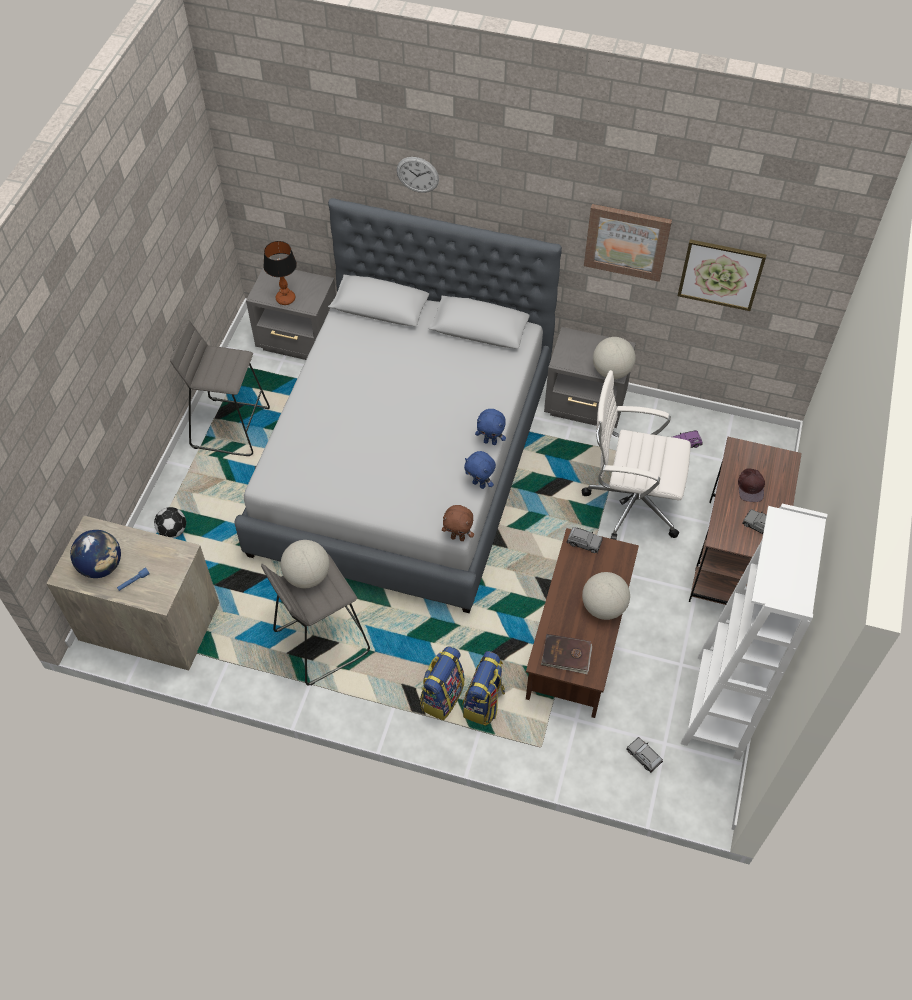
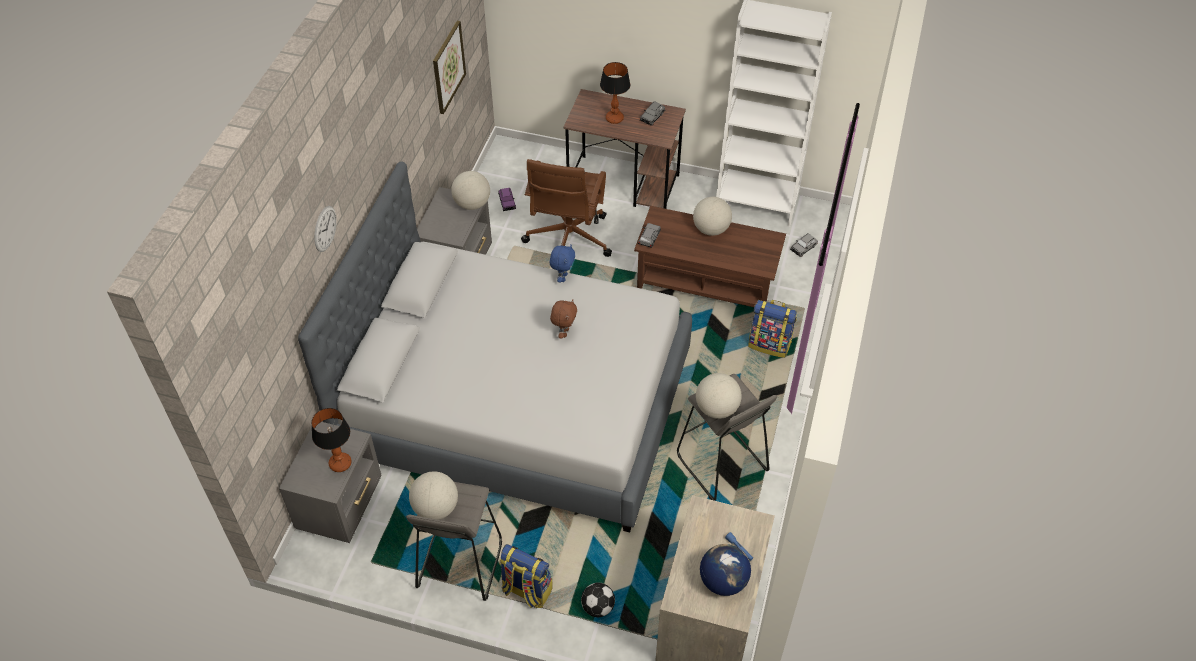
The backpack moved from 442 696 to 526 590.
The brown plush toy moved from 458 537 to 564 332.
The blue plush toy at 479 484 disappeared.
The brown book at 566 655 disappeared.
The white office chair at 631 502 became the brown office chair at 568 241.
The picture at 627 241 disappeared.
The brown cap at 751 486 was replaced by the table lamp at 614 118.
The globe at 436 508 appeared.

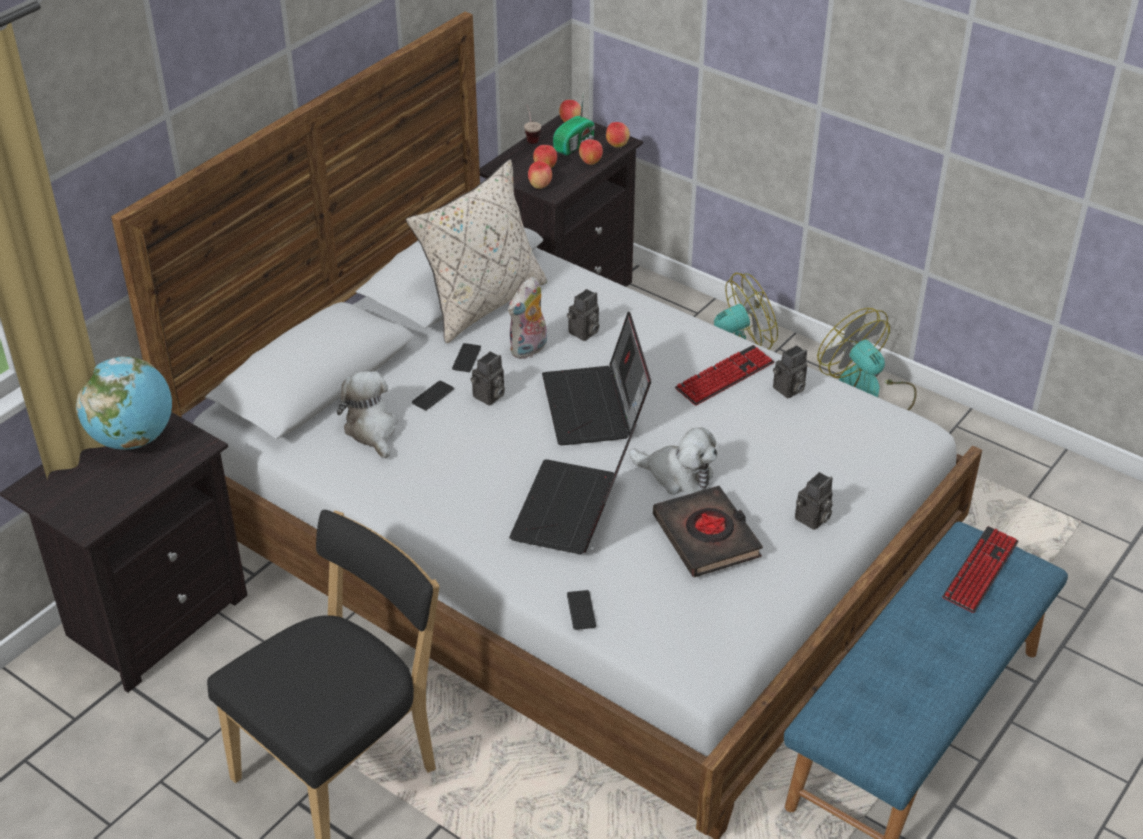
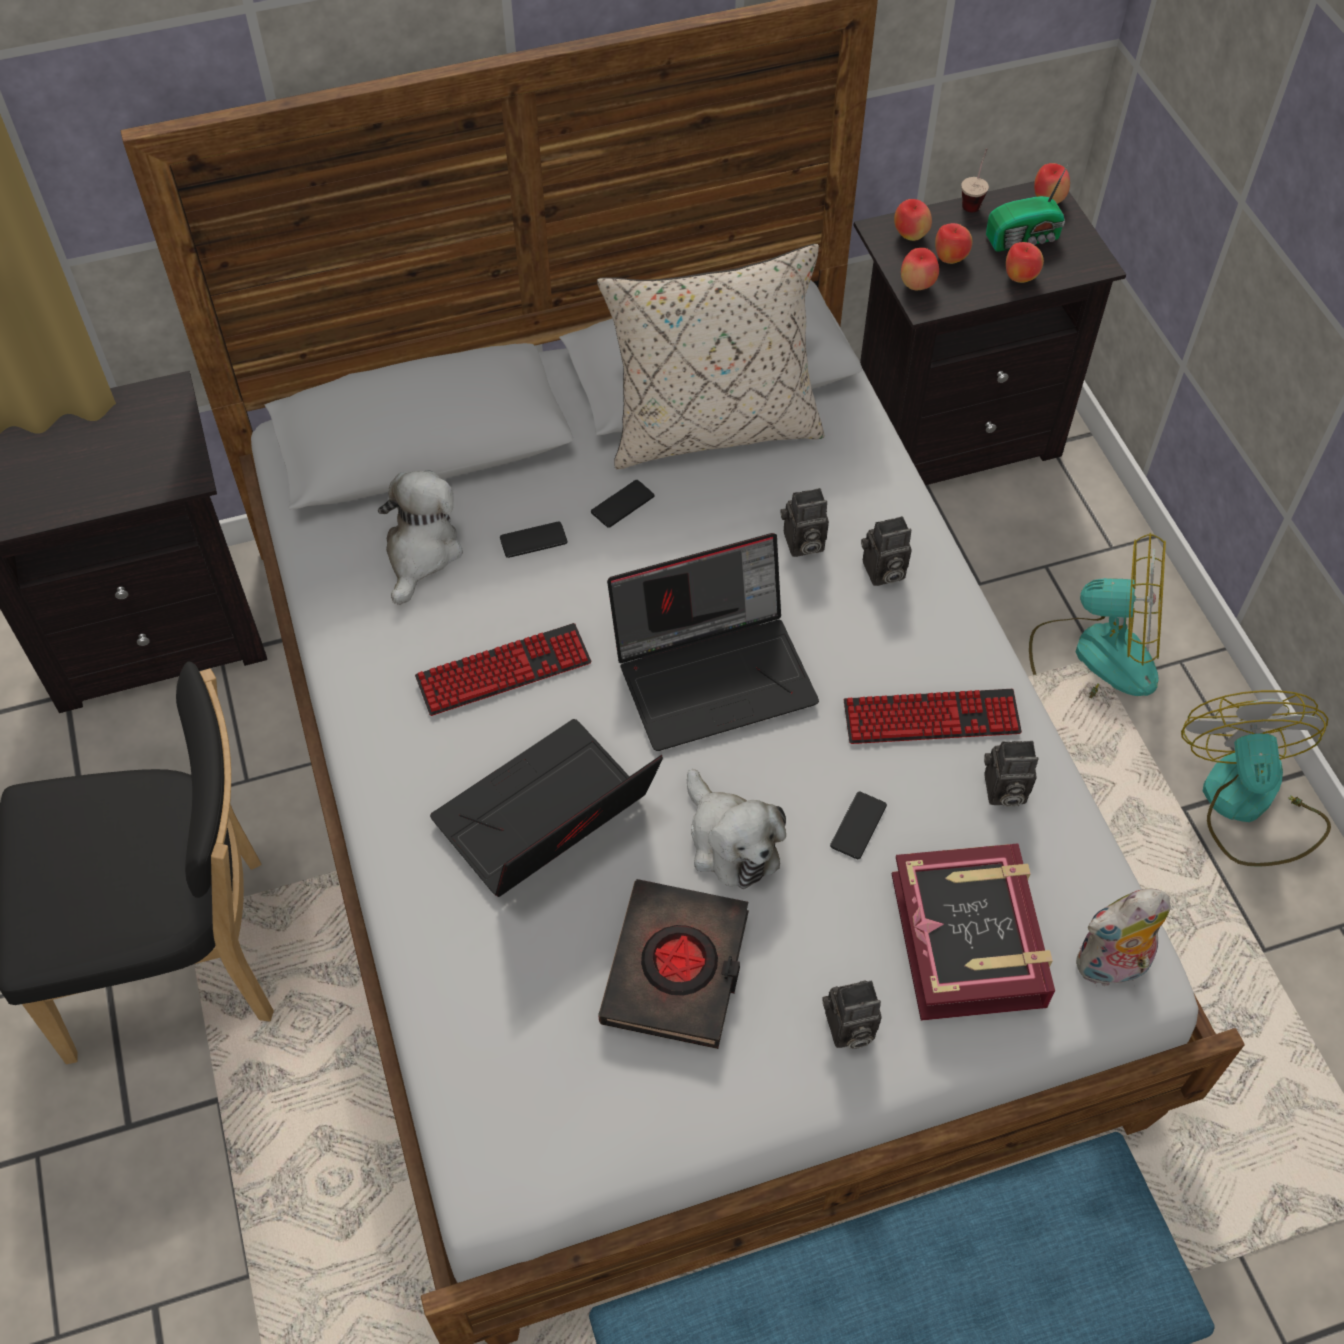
The globe at 133 438 disappeared.
The photo camera moved from 489 397 to 882 573.
The plush toy moved from 529 350 to 1111 967.
The laptop at 596 407 turned 135 degrees counterclockwise.
The phone moved from 581 610 to 858 826.
The apple moved from 617 145 to 910 235.
The keyboard moved from 980 570 to 504 671.
The book at 969 939 appeared.

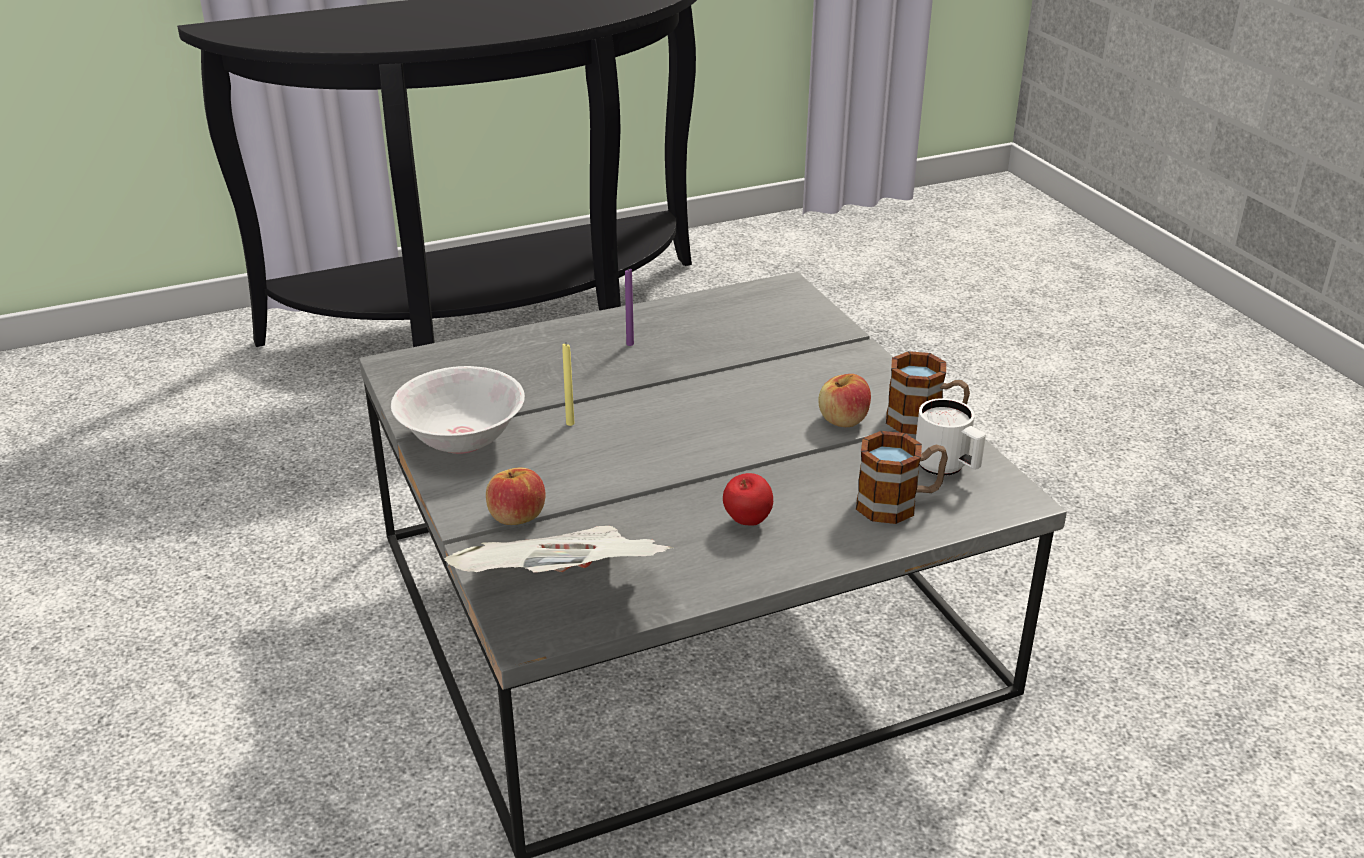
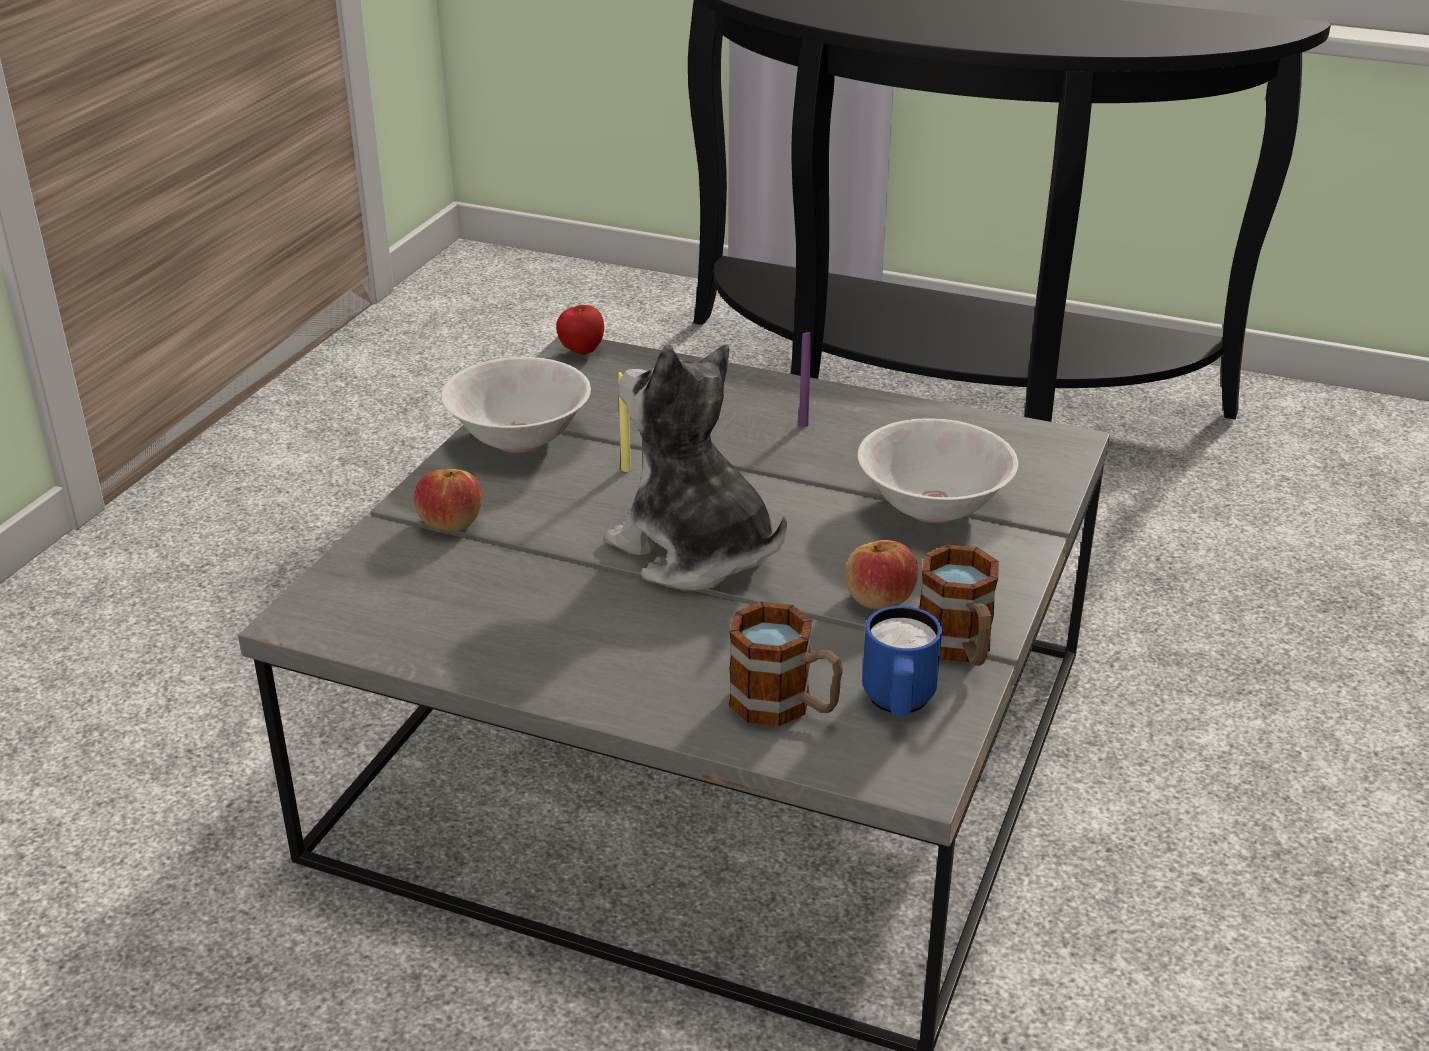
The newspaper at 566 596 disappeared.
The apple moved from 746 522 to 581 352.
The white mug at 947 469 became the blue mug at 898 705.
The plush toy at 694 552 appeared.
The white bowl at 932 507 appeared.

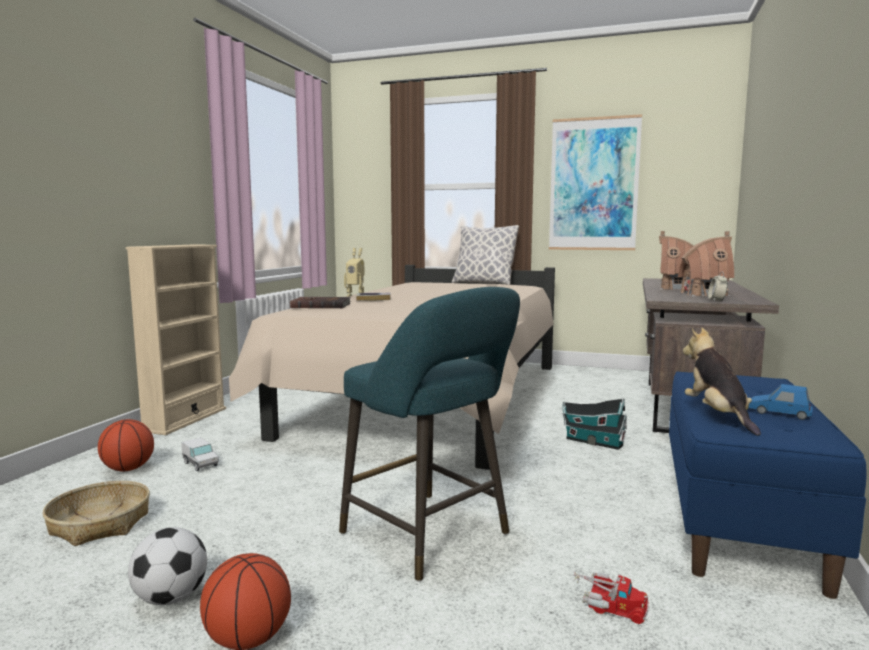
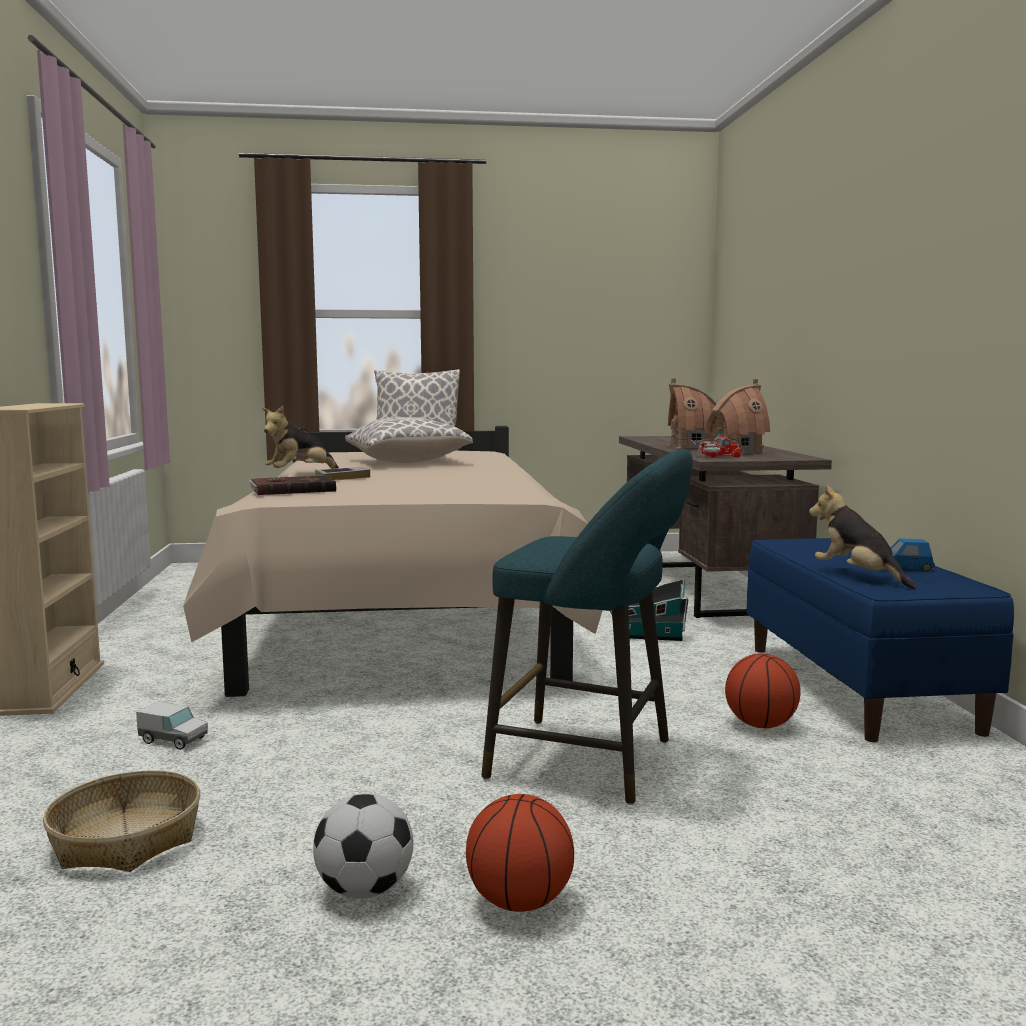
The basketball moved from 128 469 to 761 725.
The toy robot at 356 295 was replaced by the plush toy at 299 474.
The picture at 593 184 disappeared.
The toy truck moved from 608 605 to 714 456.
The alarm clock at 716 301 disappeared.
The pillow at 407 462 appeared.

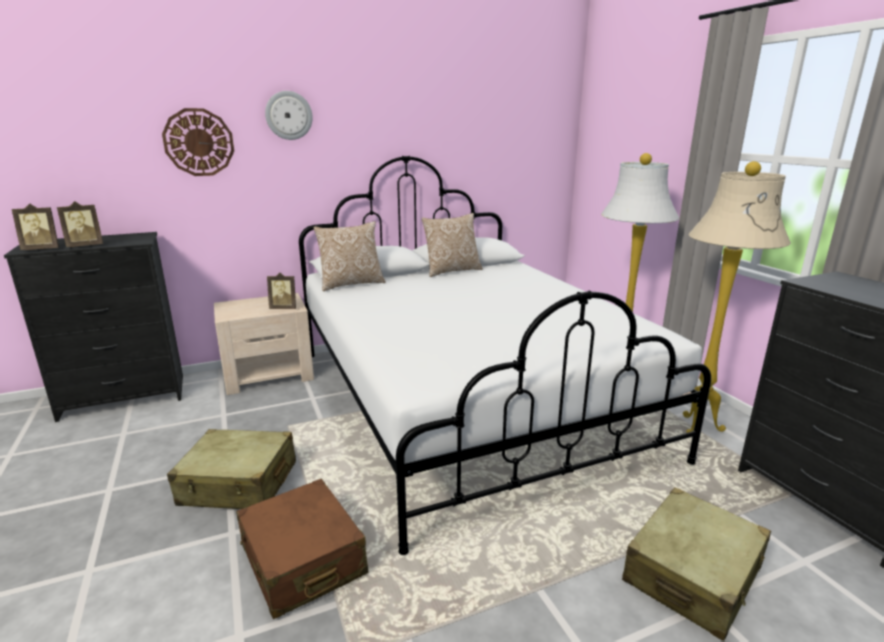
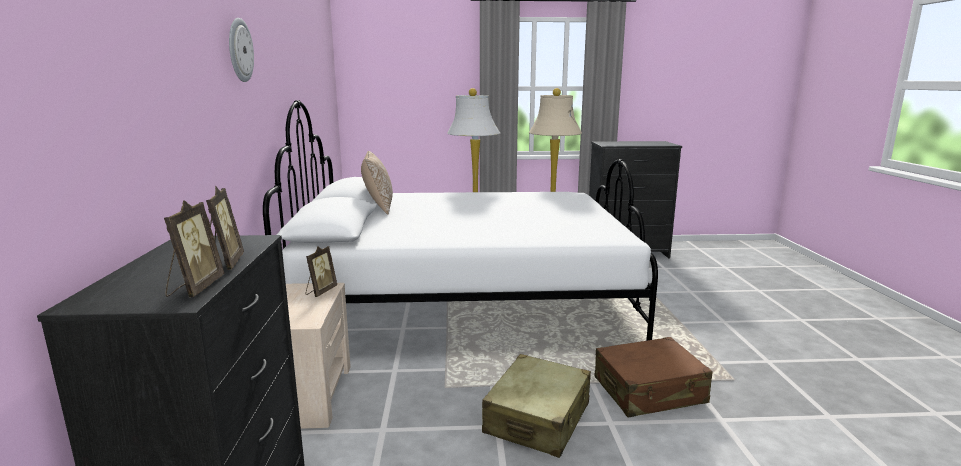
The wall clock at 199 142 disappeared.
The pillow at 351 284 disappeared.
The beige suitcase at 692 574 disappeared.

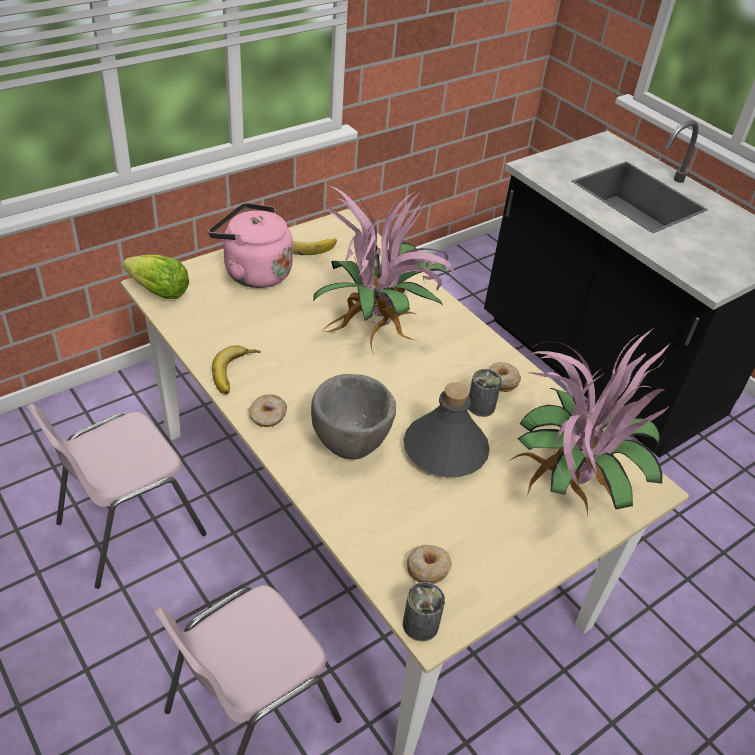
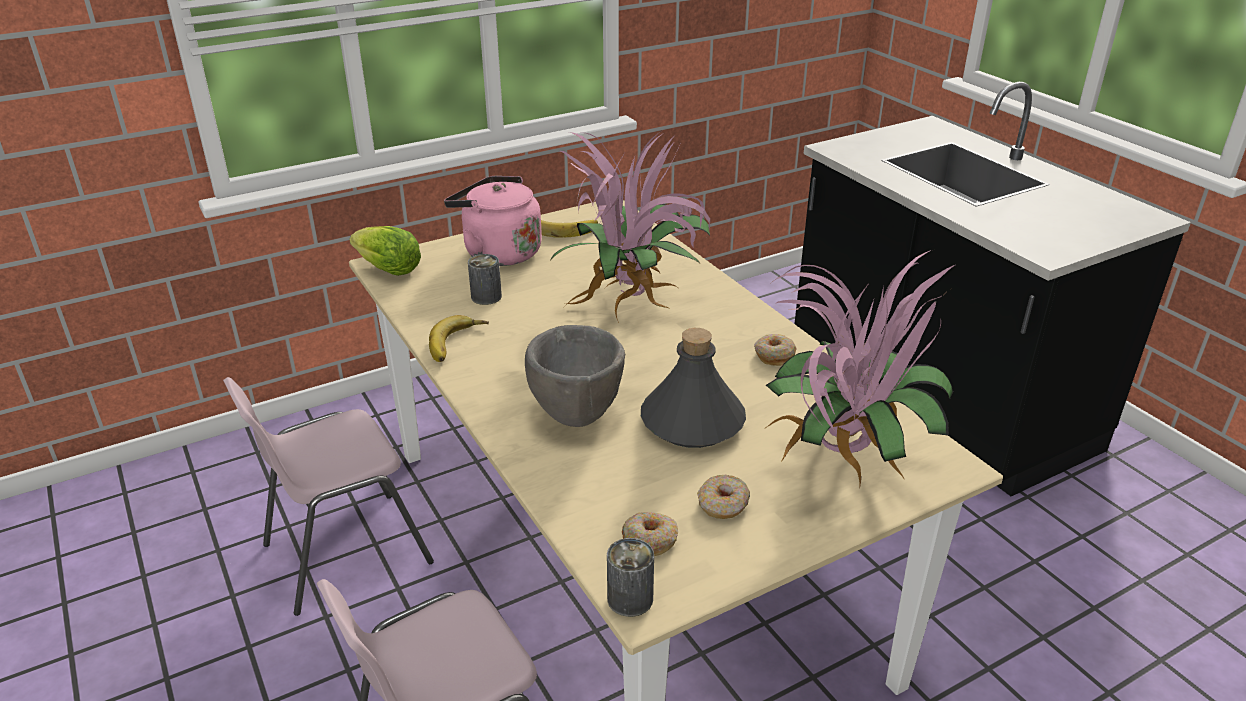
The donut moved from 268 416 to 723 505.
The can moved from 480 406 to 486 297.

